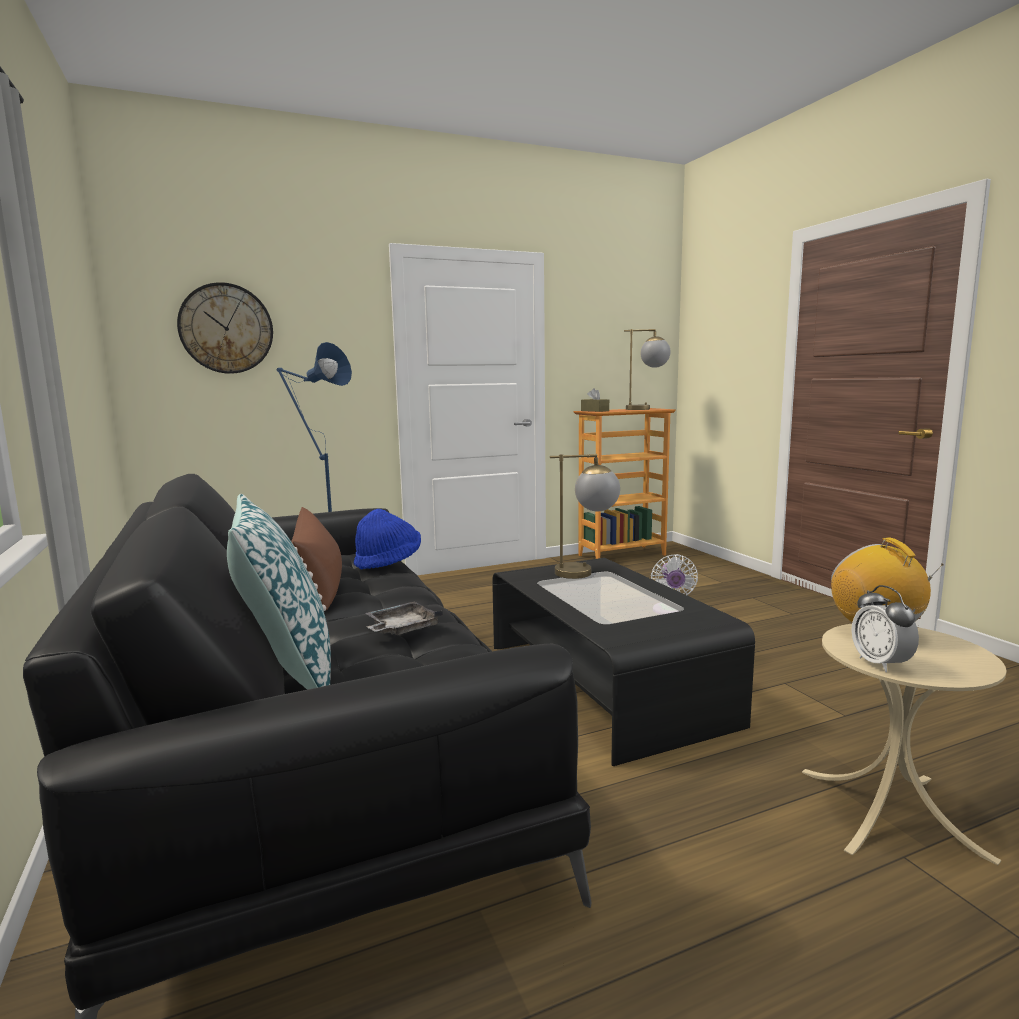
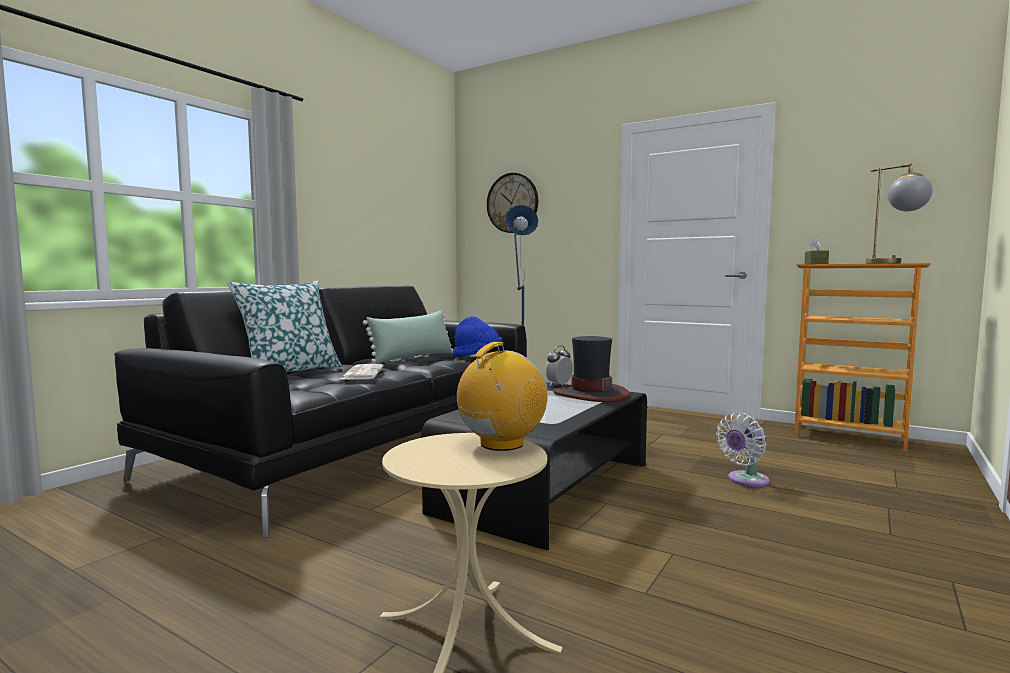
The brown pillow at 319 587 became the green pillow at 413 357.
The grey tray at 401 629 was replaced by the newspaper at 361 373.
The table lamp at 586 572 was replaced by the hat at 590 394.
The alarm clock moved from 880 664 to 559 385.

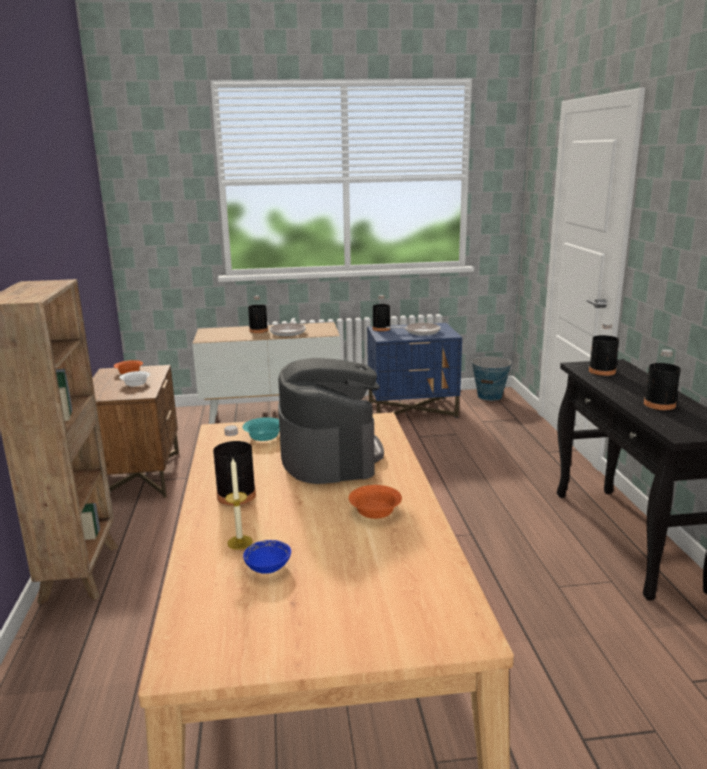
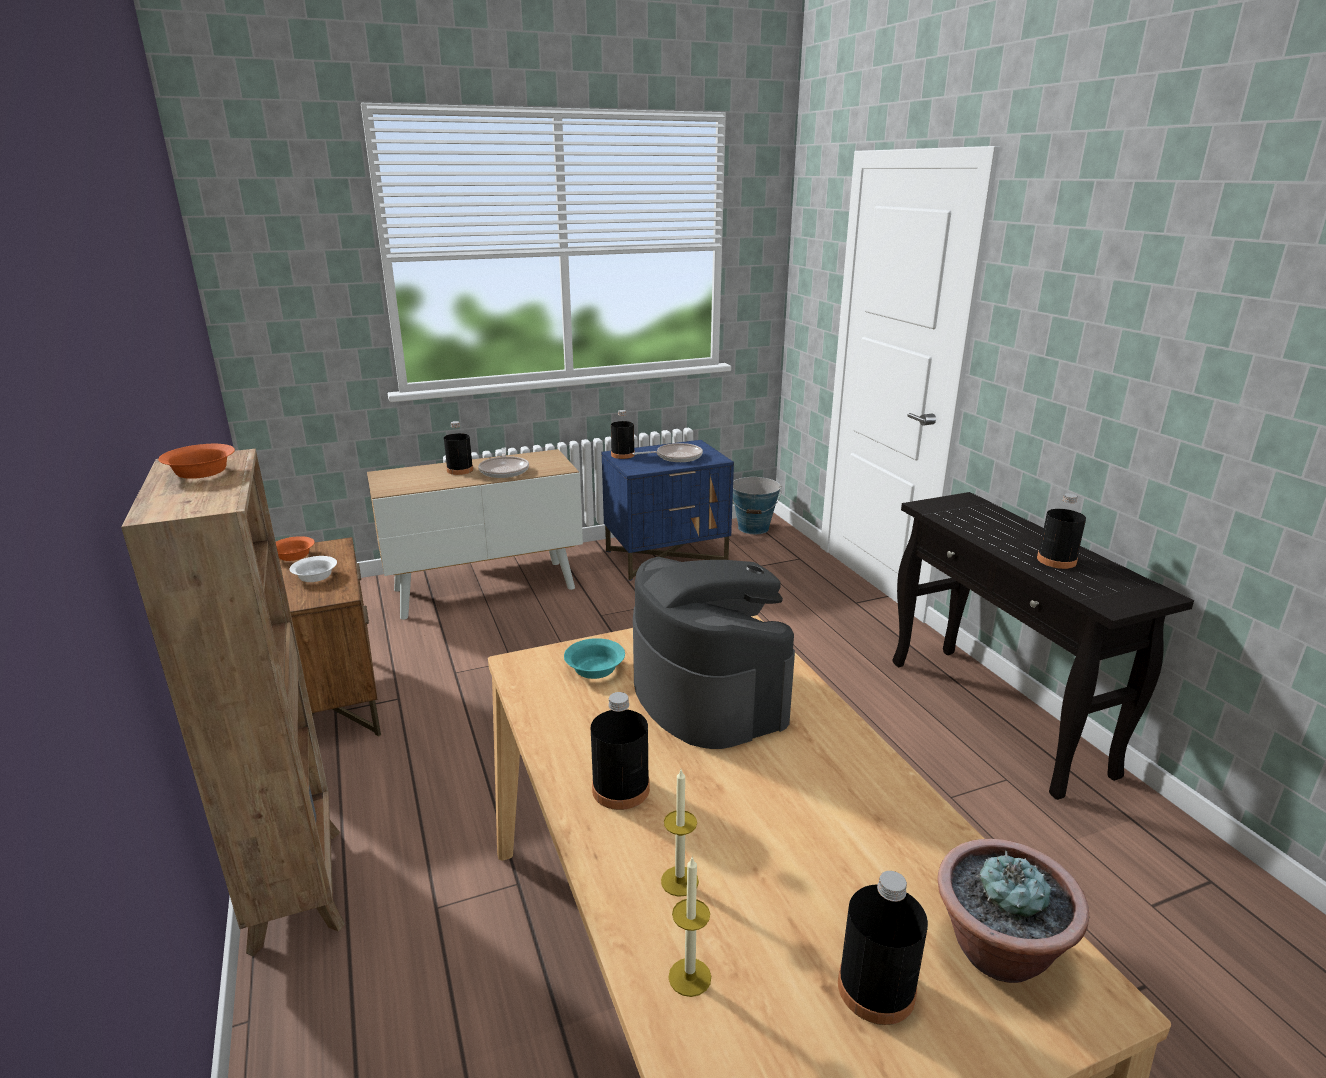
The blue bowl at 268 567 disappeared.
The orange bowl moved from 375 510 to 202 472.
The black bottle moved from 602 371 to 876 988.
The candle at 689 977 appeared.
The potted plant at 997 952 appeared.

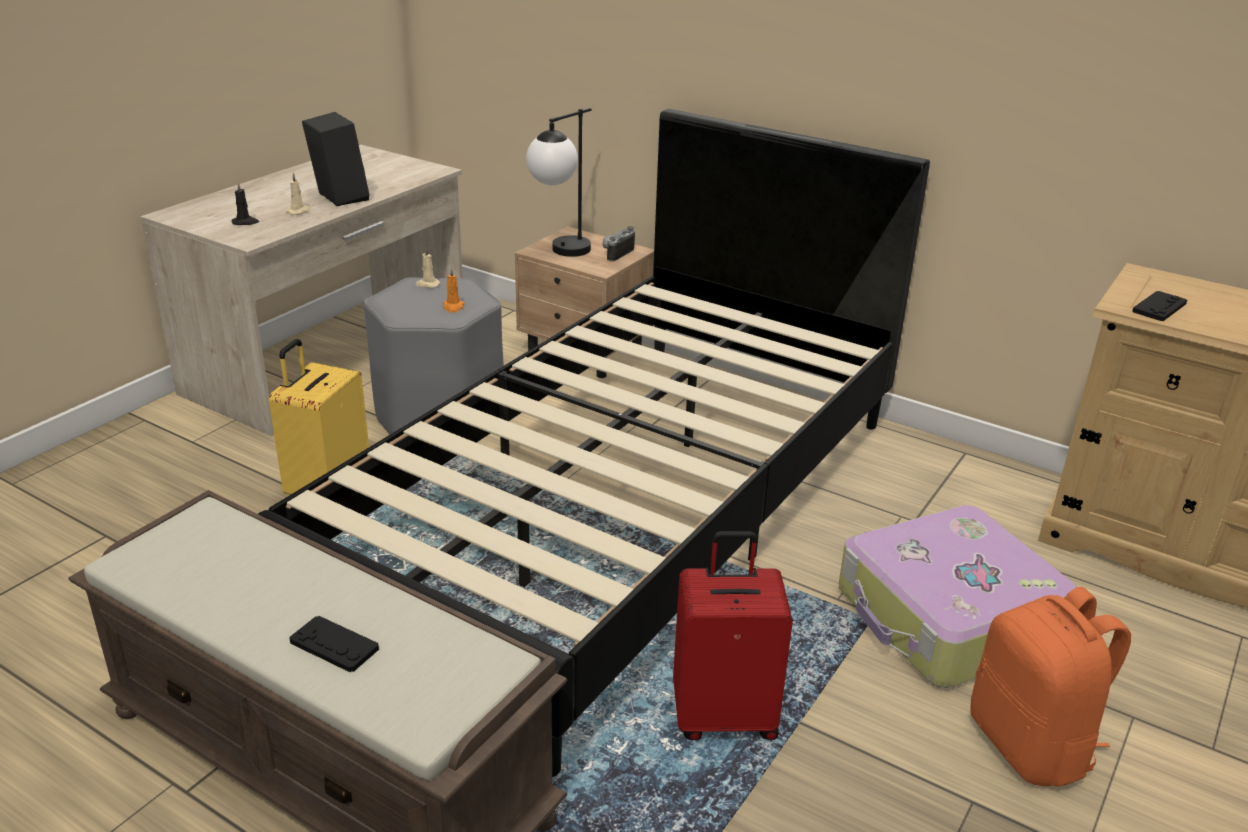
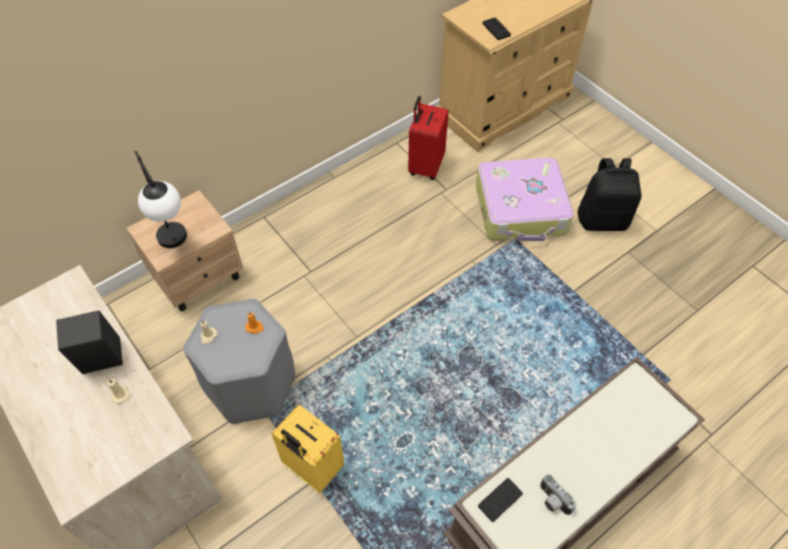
The black candle at 245 222 disappeared.
The black bed at 622 511 disappeared.
The black game controller moved from 334 645 to 500 500.
The photo camera moved from 616 253 to 552 501.
The red suitcase moved from 724 715 to 425 166.
The orange backpack at 1032 745 became the black backpack at 602 219.

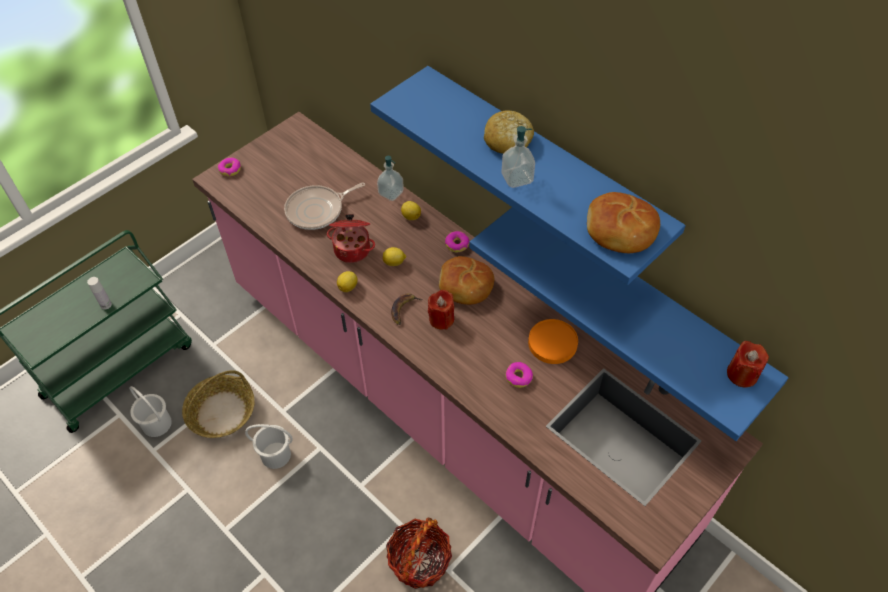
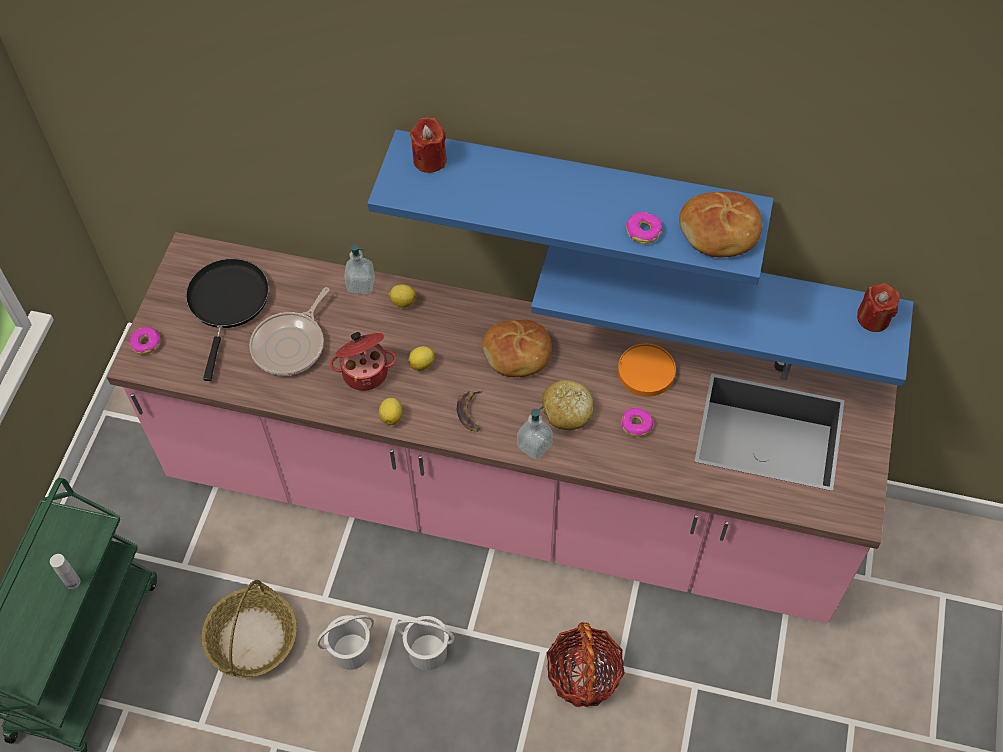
The white bucket moved from 156 424 to 428 652.
The red candle moved from 441 319 to 429 160.
The donut moved from 457 244 to 643 231.
The bread moved from 508 141 to 567 410.
The soap dispenser moved from 517 178 to 534 446.
The black frying pan at 228 303 appeared.

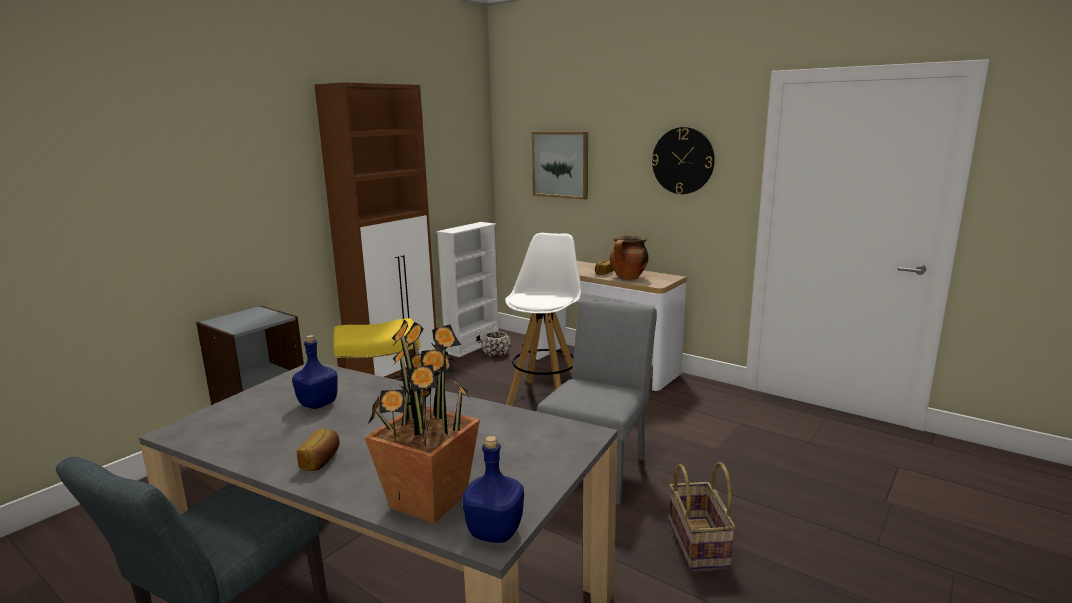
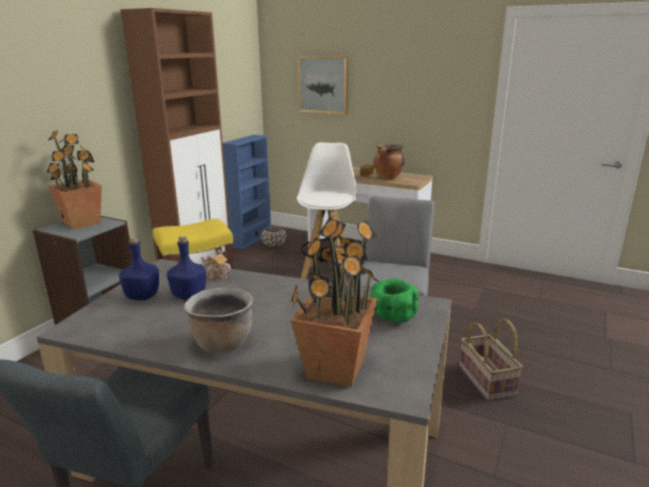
The bread at 321 460 was replaced by the brown cooking pot at 222 343.
The white bookcase at 472 346 became the blue bookcase at 251 239.
The blue bottle moved from 493 531 to 142 296.
The wall clock at 683 160 disappeared.
The potted plant at 82 223 appeared.
The teapot at 215 276 appeared.
The green bowl at 392 316 appeared.

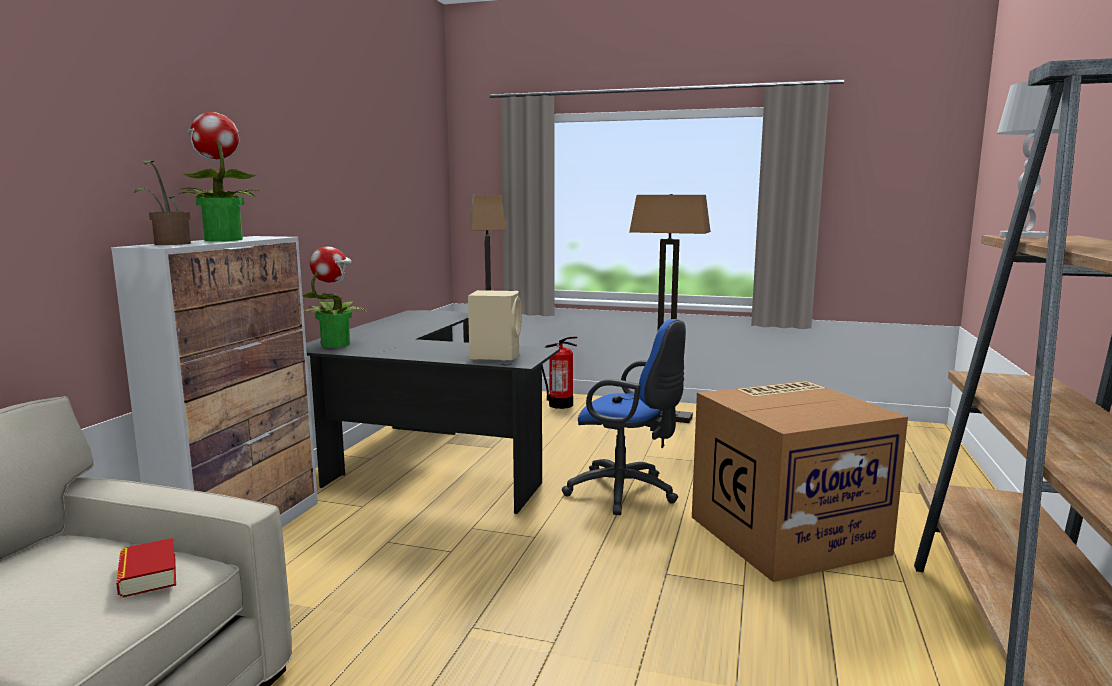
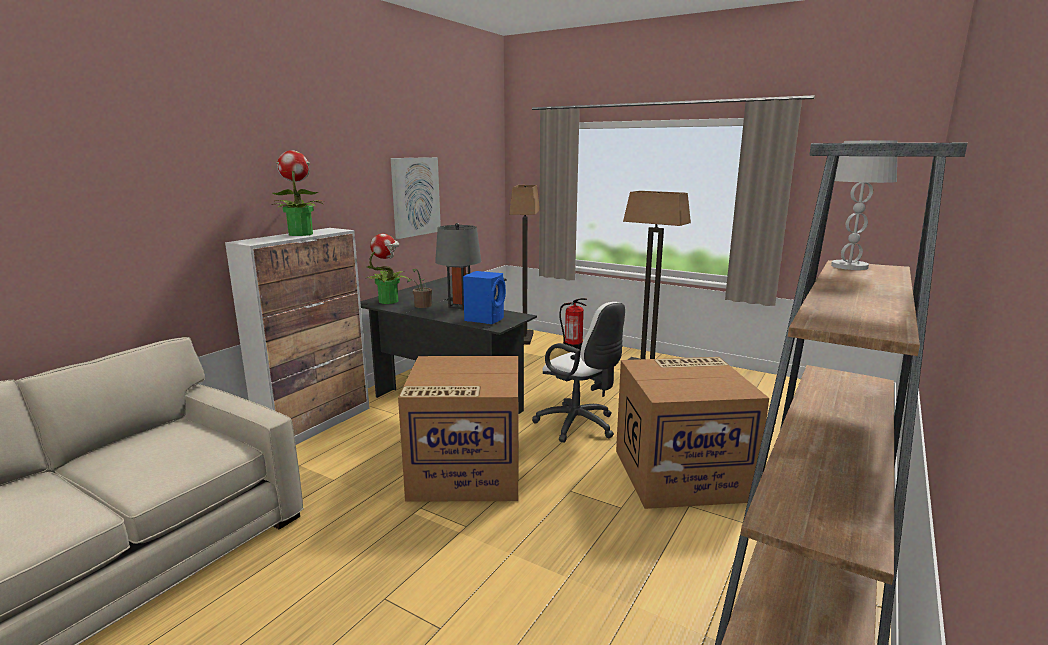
The book at 148 575 disappeared.
The potted plant moved from 169 244 to 421 306.
The beige speaker at 496 355 became the blue speaker at 485 319.
The blue office chair at 627 493 became the white office chair at 579 426.
The picture at 415 196 appeared.
The cardboard box at 464 471 appeared.
The grey table lamp at 460 306 appeared.

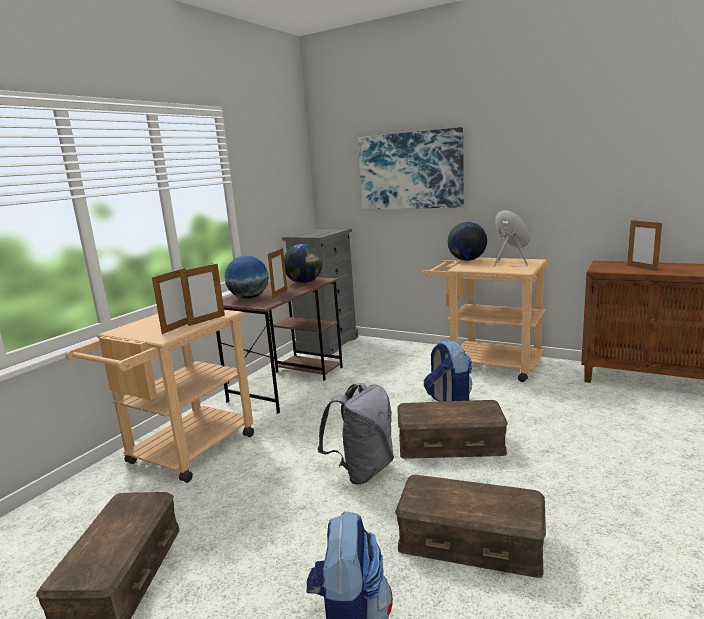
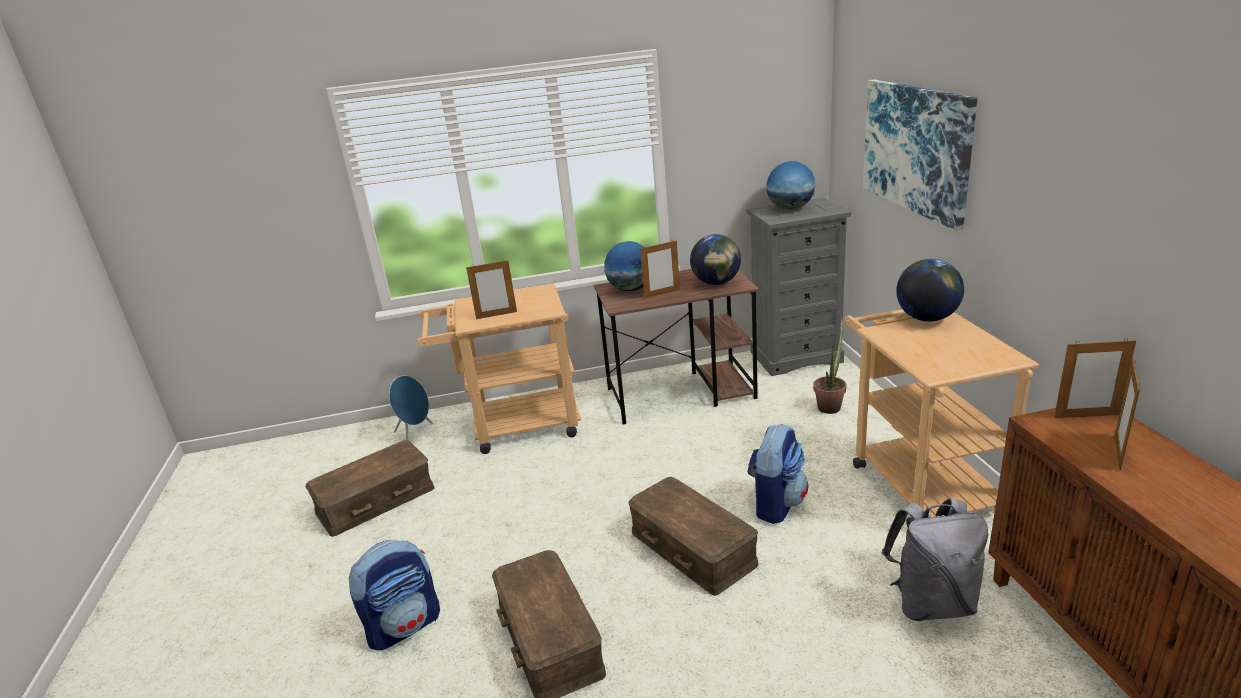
The picture frame moved from 207 320 to 1086 416.
The grey backpack moved from 362 470 to 931 603.
The blue speaker moved from 509 263 to 415 434.
The globe at 790 209 appeared.
The potted plant at 830 405 appeared.

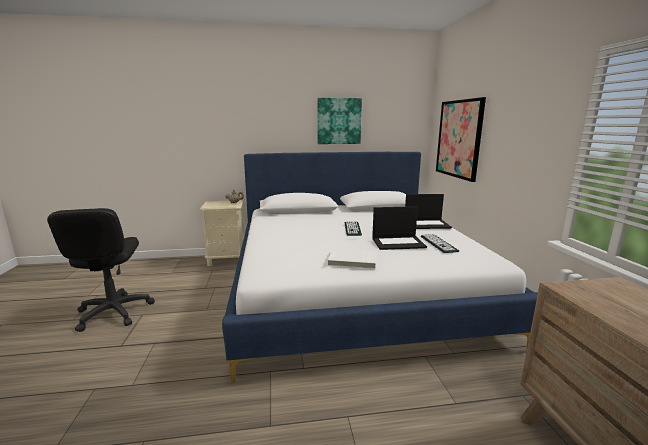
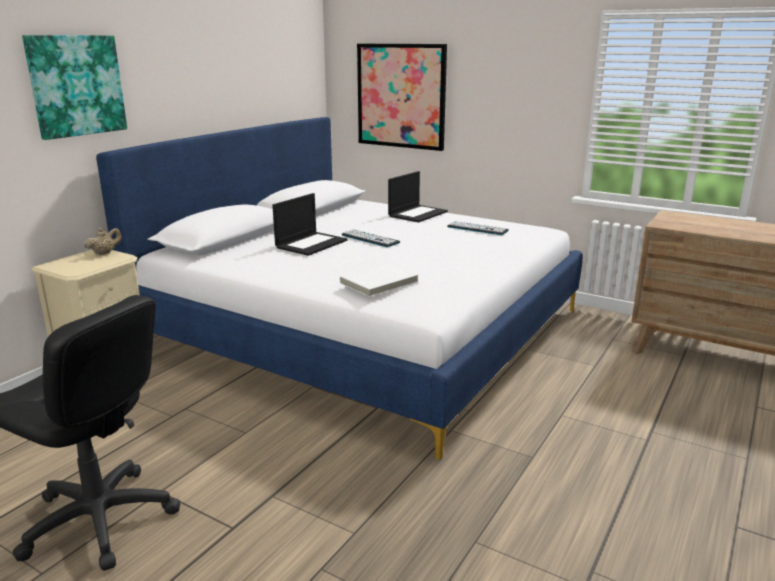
The picture moved from 339 121 to 76 85.
The white book moved from 352 260 to 380 283.
The laptop moved from 398 243 to 311 244.

